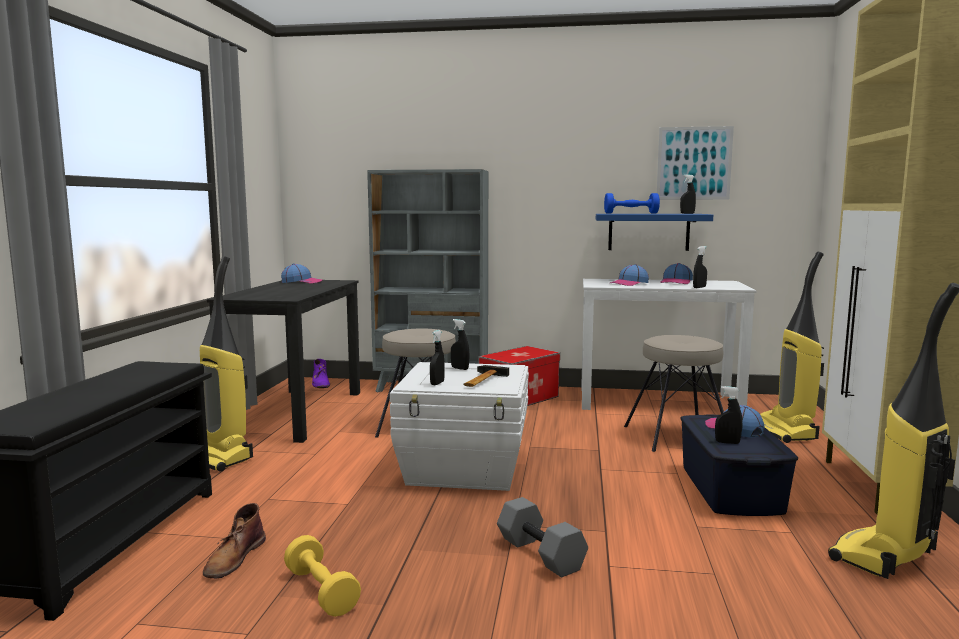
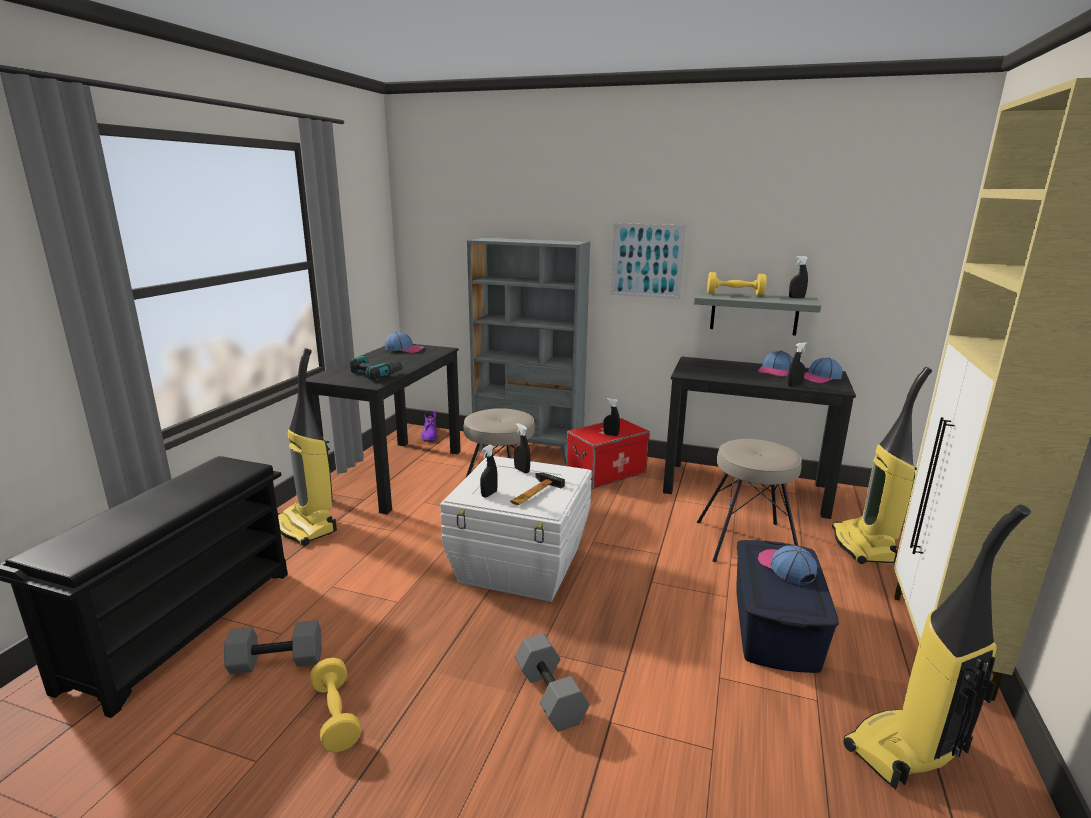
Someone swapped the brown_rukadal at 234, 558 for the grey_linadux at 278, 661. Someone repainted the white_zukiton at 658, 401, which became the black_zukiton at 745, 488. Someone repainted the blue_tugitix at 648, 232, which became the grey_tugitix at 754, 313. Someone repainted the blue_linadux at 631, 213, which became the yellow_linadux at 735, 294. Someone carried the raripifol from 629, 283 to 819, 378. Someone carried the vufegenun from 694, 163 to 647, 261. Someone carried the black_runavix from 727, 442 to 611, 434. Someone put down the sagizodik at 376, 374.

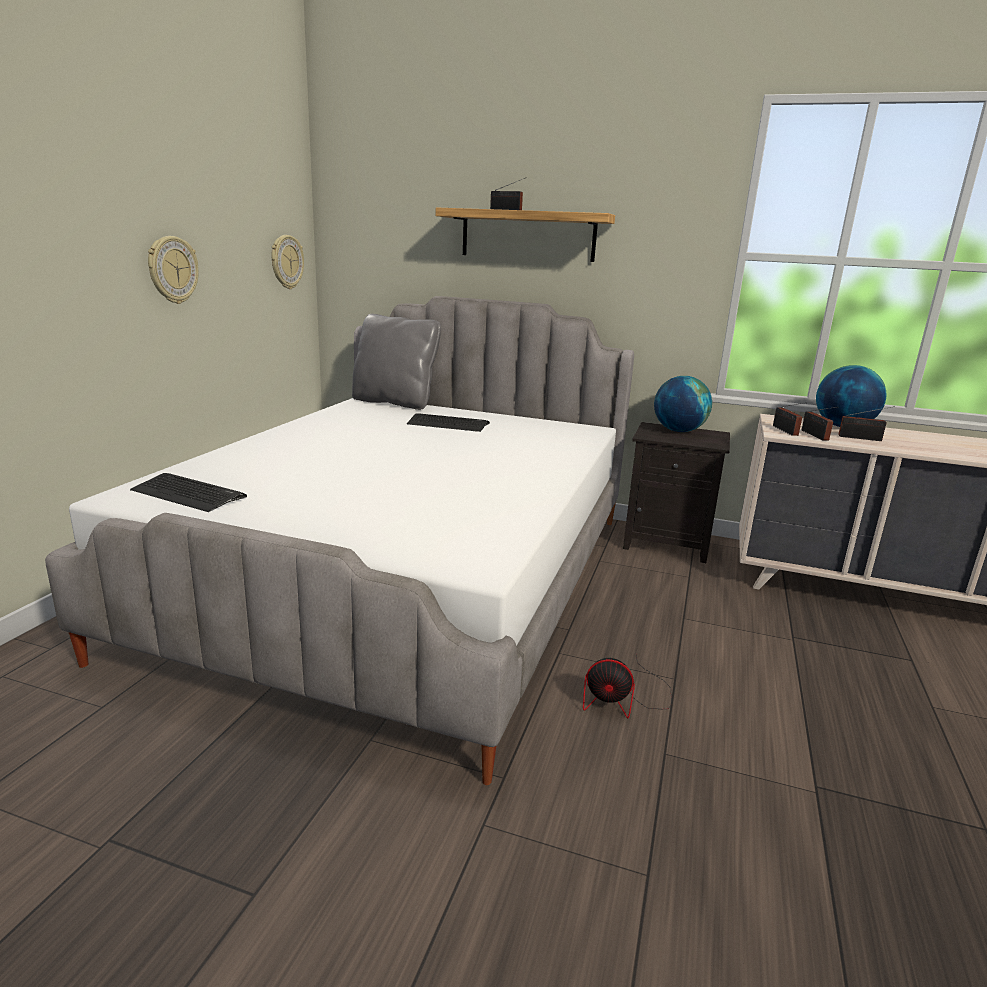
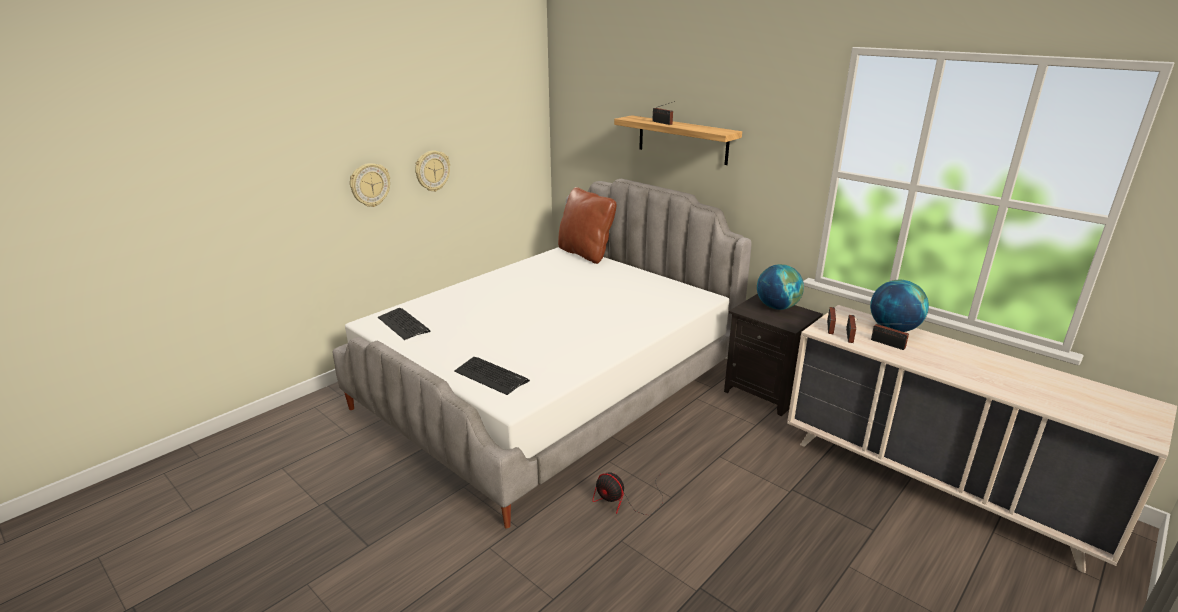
Someone carried the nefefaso from 286, 262 to 370, 185. Someone repainted the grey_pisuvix at 395, 402, which became the brown_pisuvix at 586, 254. Someone carried the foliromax from 448, 424 to 491, 376.

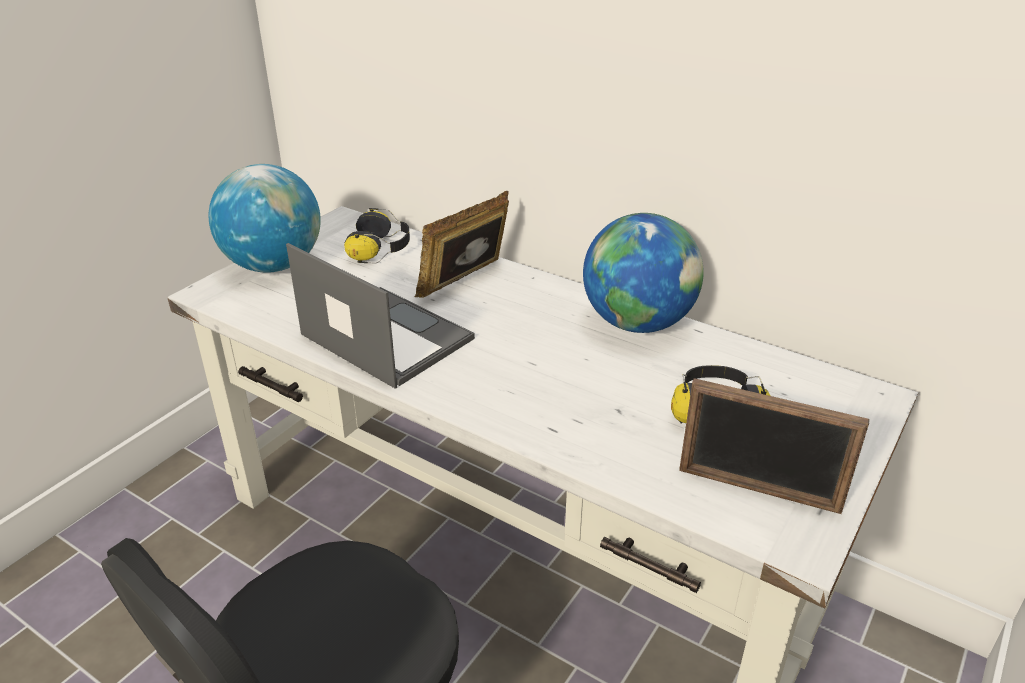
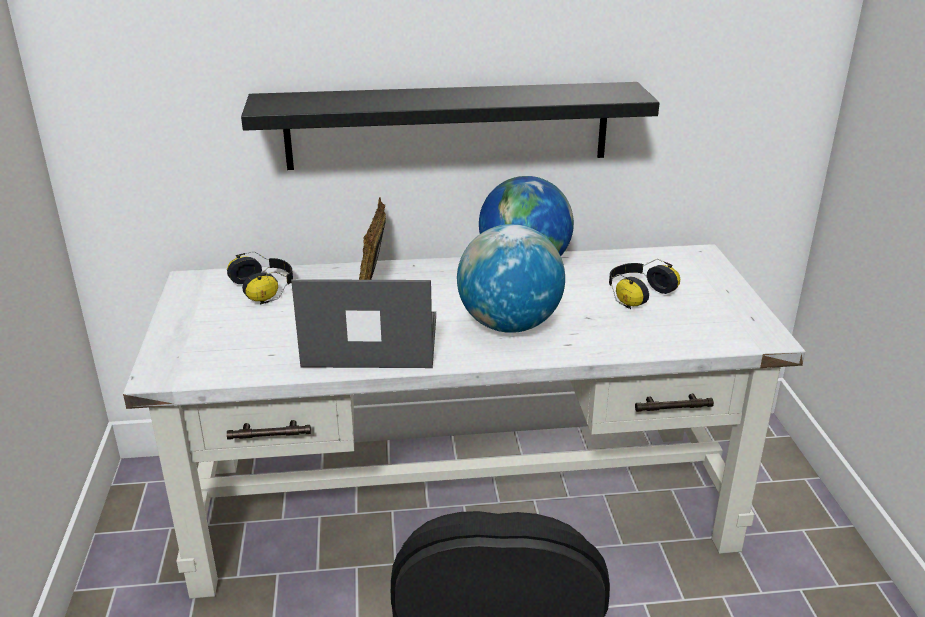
Someone carried the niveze from 273, 265 to 509, 325. Someone took away the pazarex at 758, 490. Someone put up the black_tugitix at 447, 125.

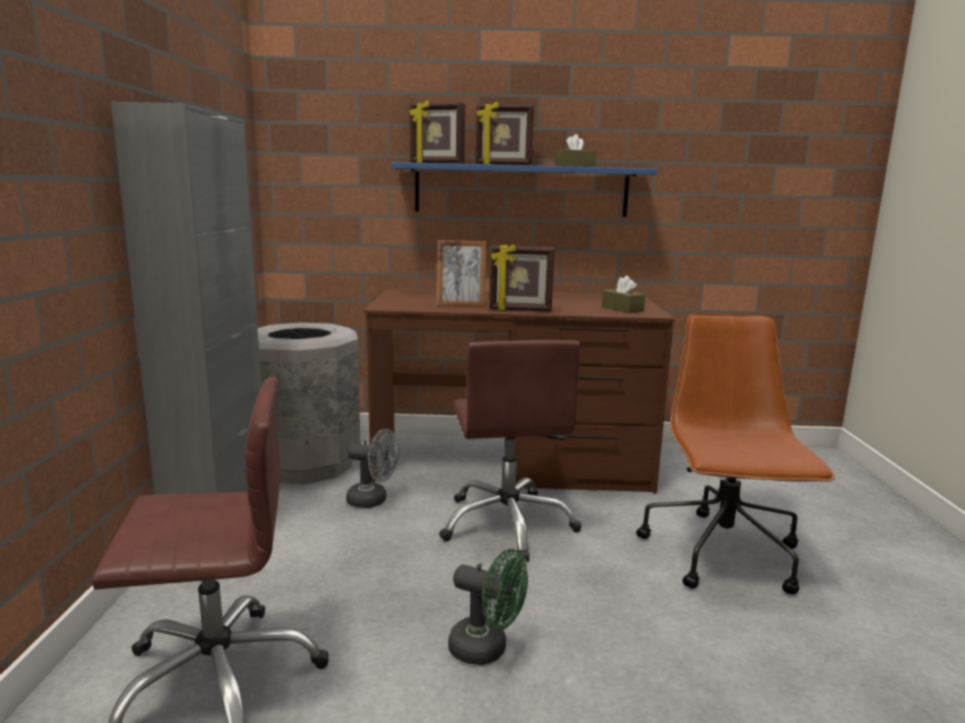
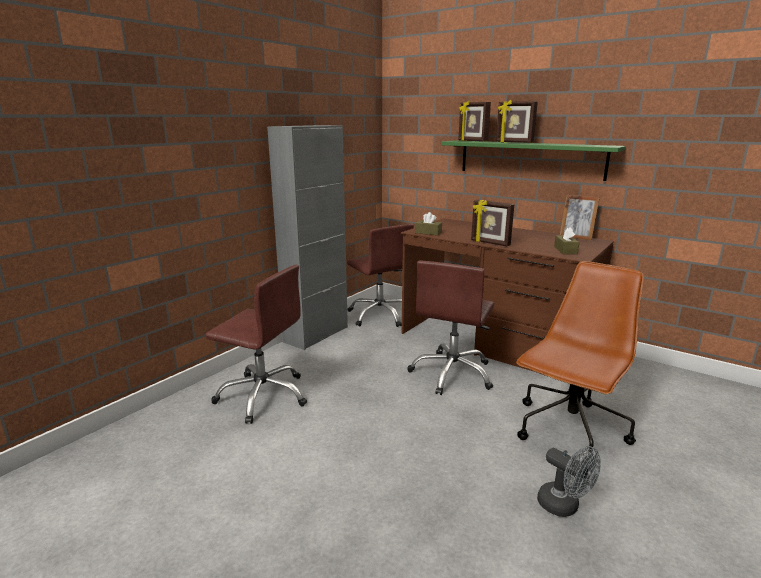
Someone swapped the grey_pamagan at 306, 464 for the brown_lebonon at 380, 315. Someone carried the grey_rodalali from 373, 500 to 564, 506. Someone repainted the blue_tugitix at 521, 190, which became the green_tugitix at 530, 159. Someone carried the pazarex from 461, 306 to 576, 237. Someone took away the green_rodalali at 487, 649. Someone carried the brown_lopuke from 574, 167 to 428, 233.

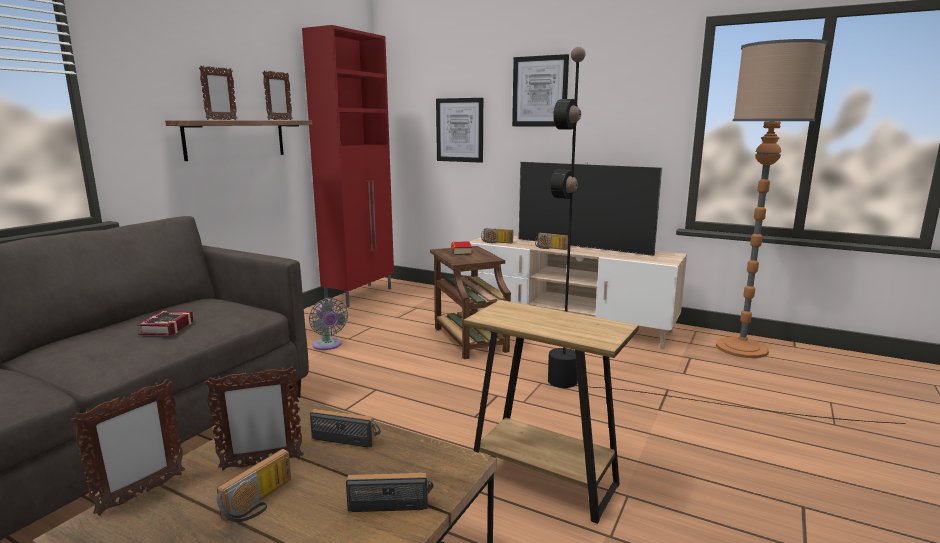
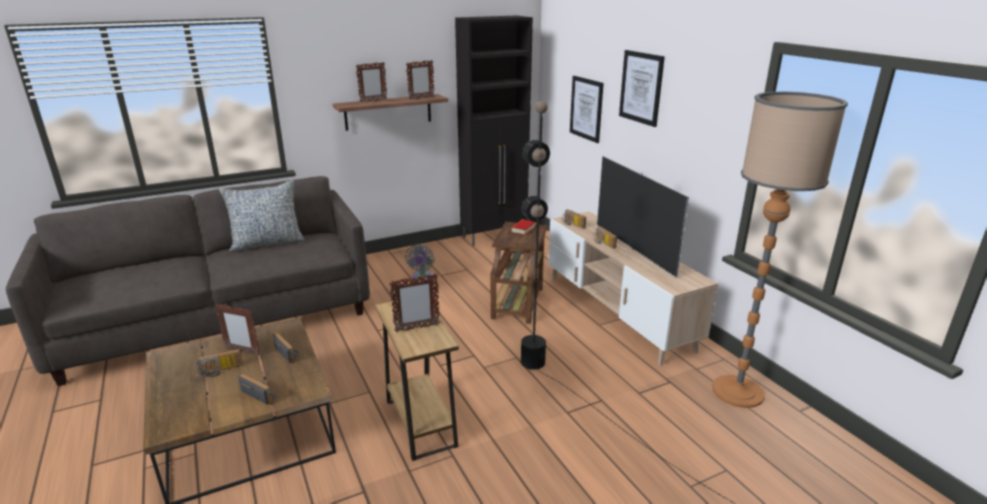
Someone carried the pazarex from 141, 494 to 416, 328. Someone took away the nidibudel at 164, 328. Someone repainted the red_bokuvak at 360, 295, which became the black_bokuvak at 494, 236. Someone put down the pisuvix at 267, 243.

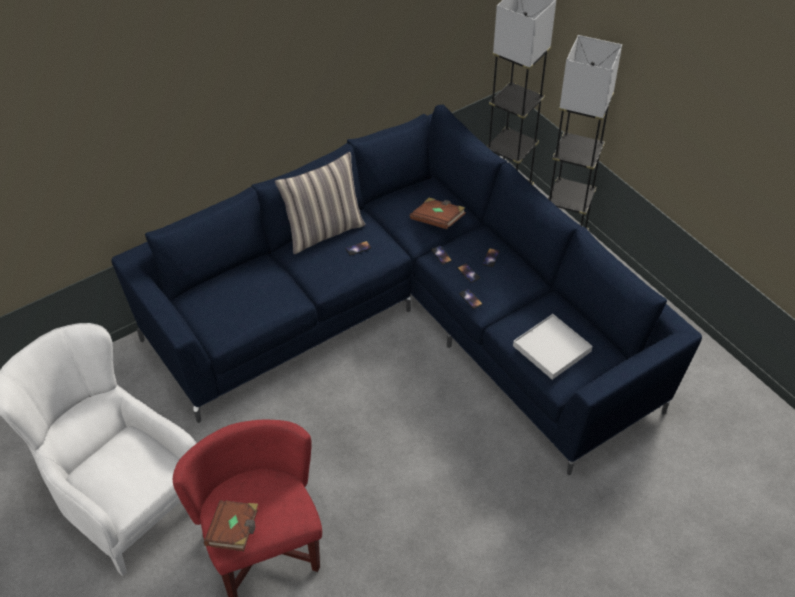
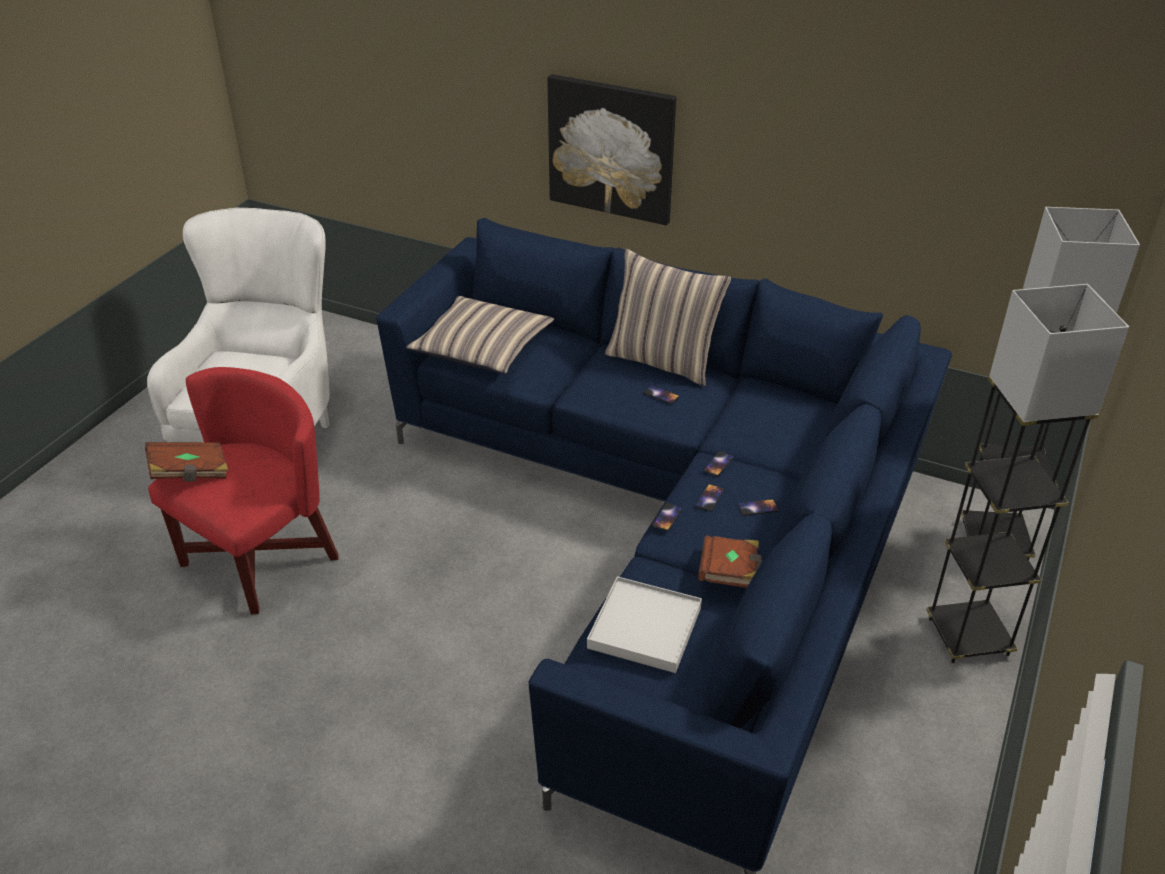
Someone carried the brown_nidibudel from 437, 220 to 729, 574. Someone put down the pisuvix at 482, 348. Someone put up the vufegenun at 611, 148.

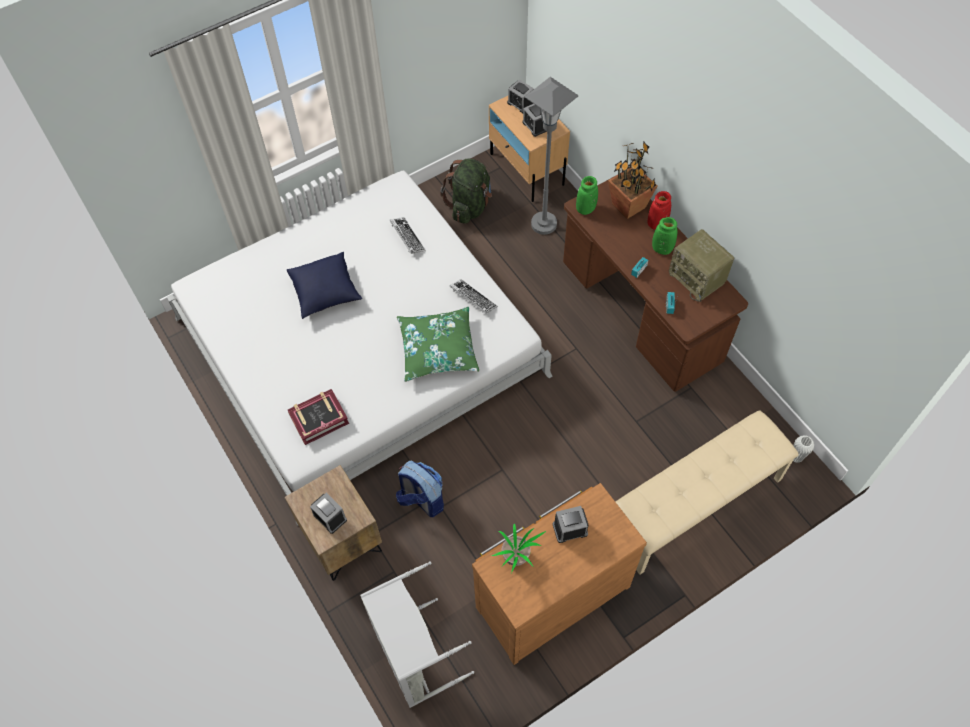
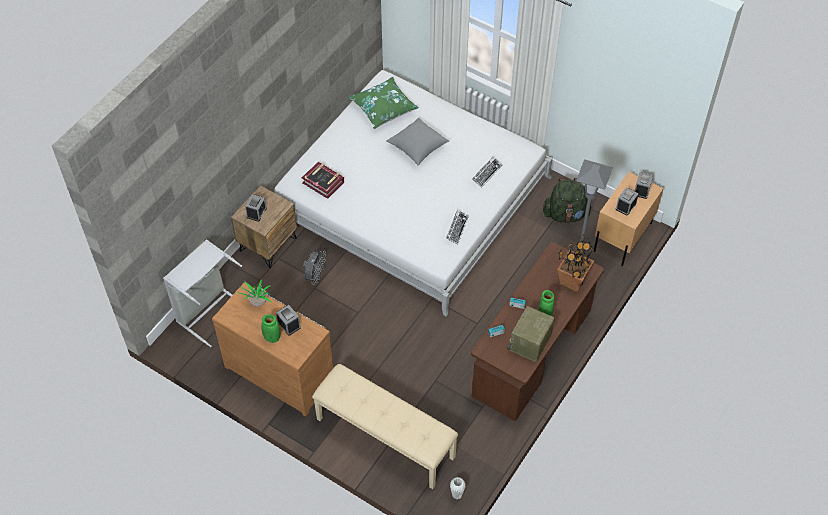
Someone repainted the blue_pisuvix at 326, 292, which became the grey_pisuvix at 418, 147. Someone swapped the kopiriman at 422, 499 for the grey_rodalali at 315, 276. Someone carried the green_pisuvix from 438, 349 to 383, 108. Someone carried the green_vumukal from 585, 209 to 272, 337. Someone took away the red_vumukal at 657, 223.

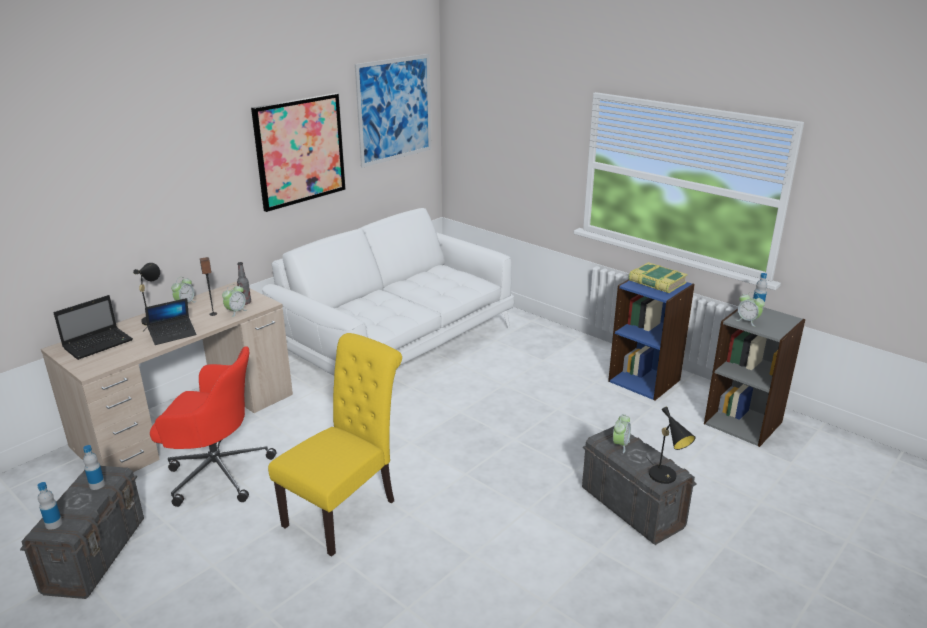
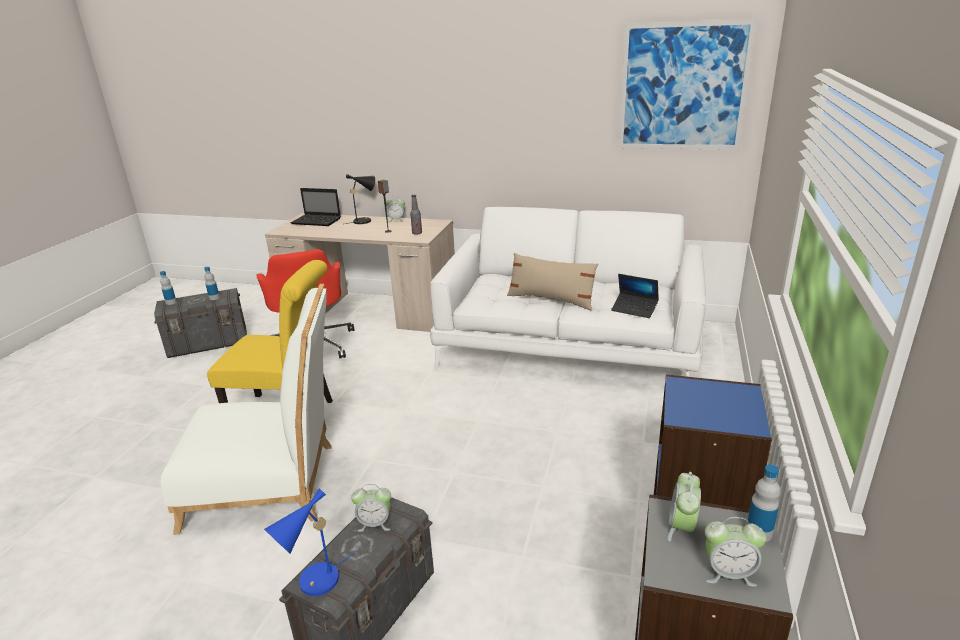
Someone carried the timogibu from 173, 335 to 634, 309. Someone carried the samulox from 236, 312 to 728, 573. Someone took away the vufegenun at 300, 151. Someone took away the nidibudel at 656, 282. Someone repainted the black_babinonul at 665, 477, which became the blue_babinonul at 314, 584. Someone put down the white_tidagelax at 271, 485. Someone put down the beige_pisuvix at 551, 300.

